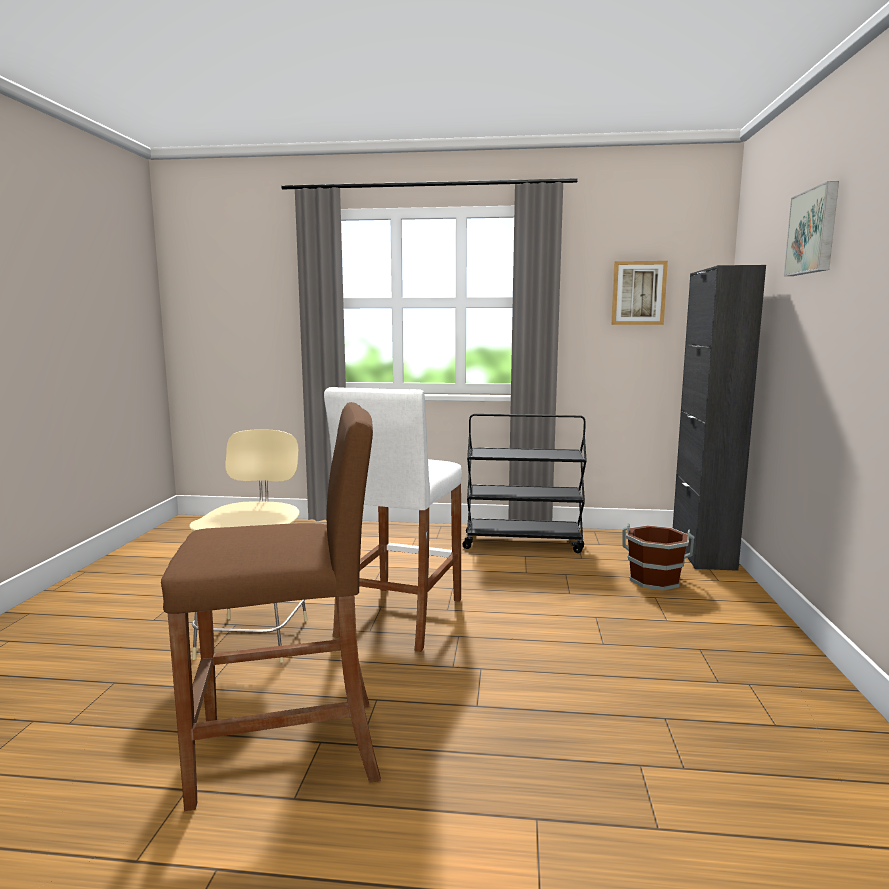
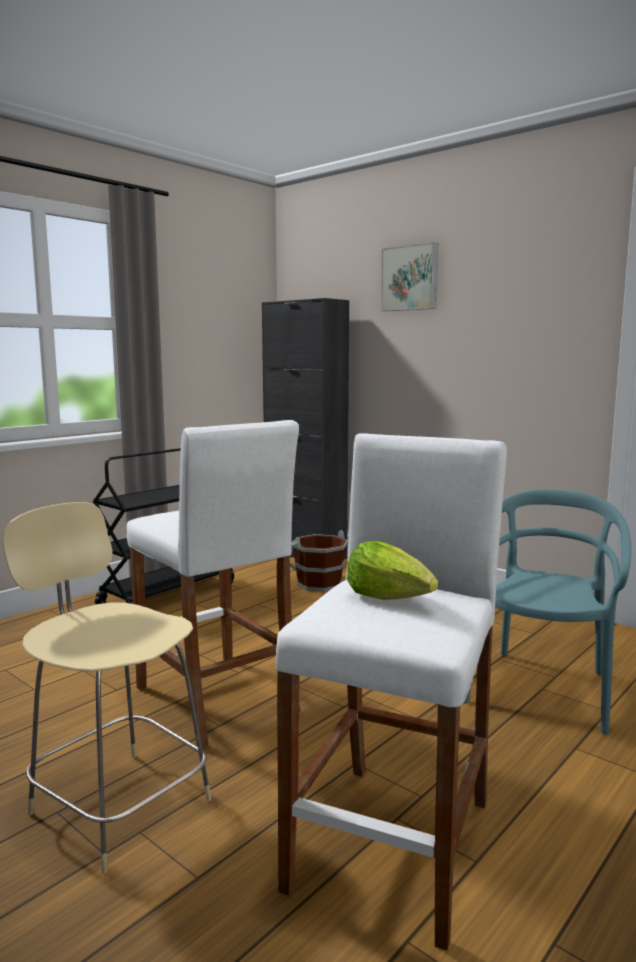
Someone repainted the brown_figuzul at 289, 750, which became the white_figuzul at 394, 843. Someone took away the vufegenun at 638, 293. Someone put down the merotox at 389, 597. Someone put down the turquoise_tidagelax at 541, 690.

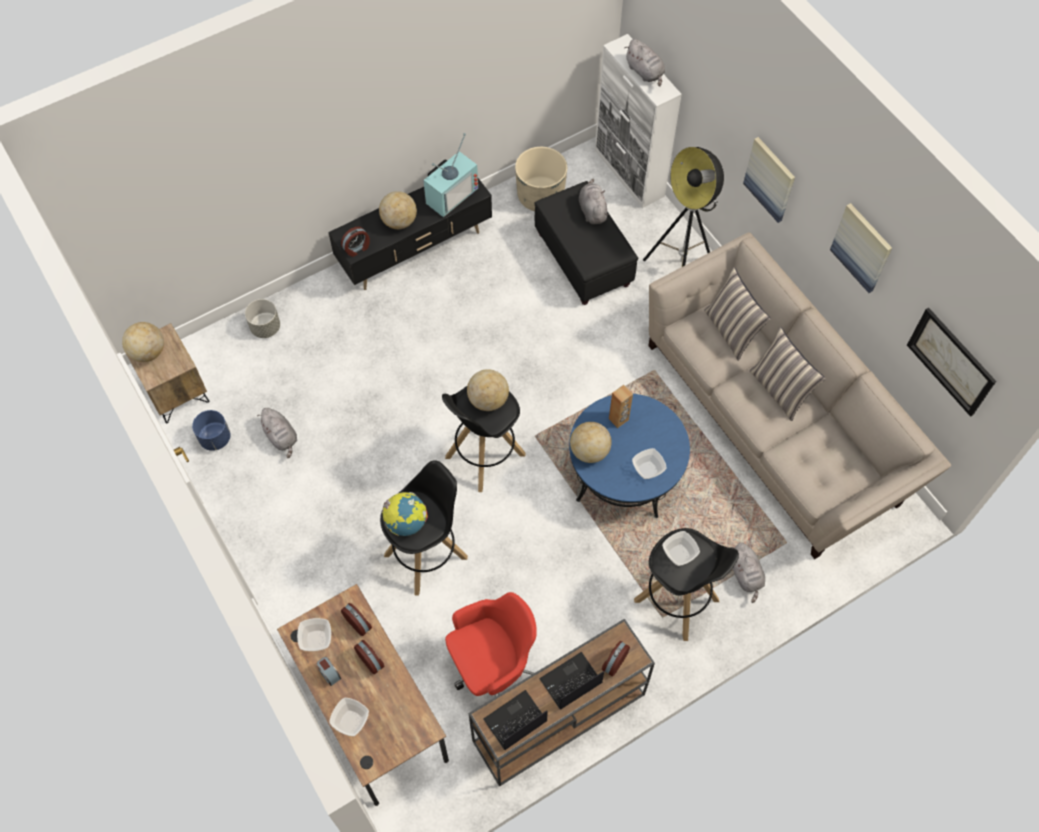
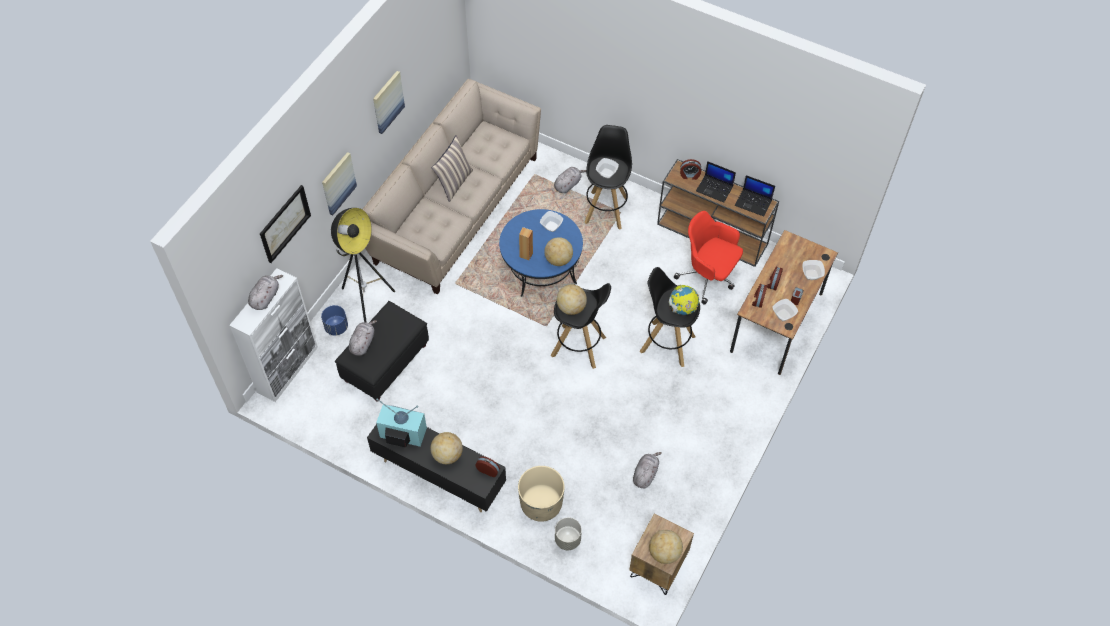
Someone carried the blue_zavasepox from 215, 438 to 336, 327. Someone carried the beige_zavasepox from 540, 196 to 541, 504. Someone rotated the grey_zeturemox at 592, 210 by 150 degrees clockwise. Someone took away the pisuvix at 731, 331. Someone carried the vufegenun from 951, 361 to 284, 223.

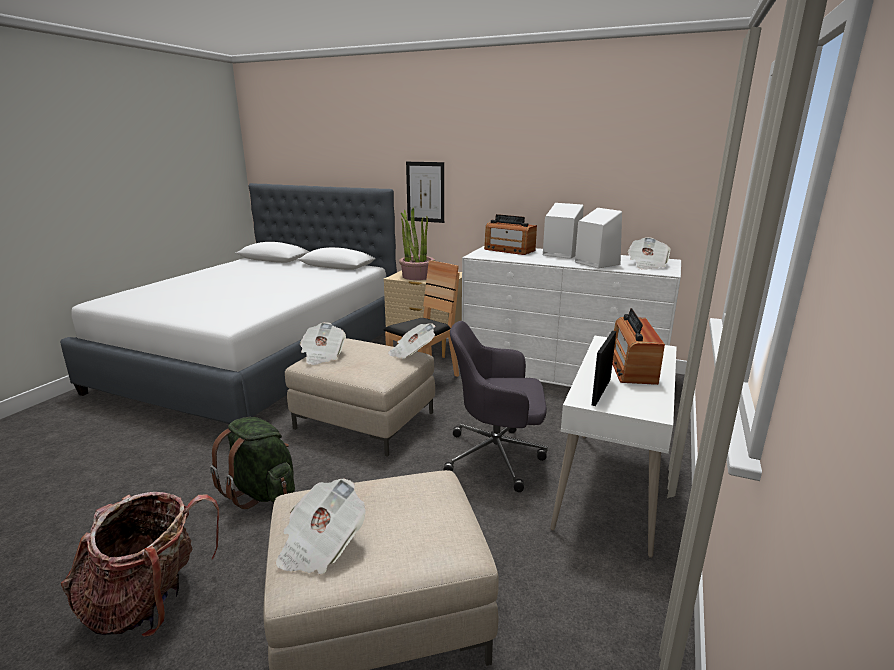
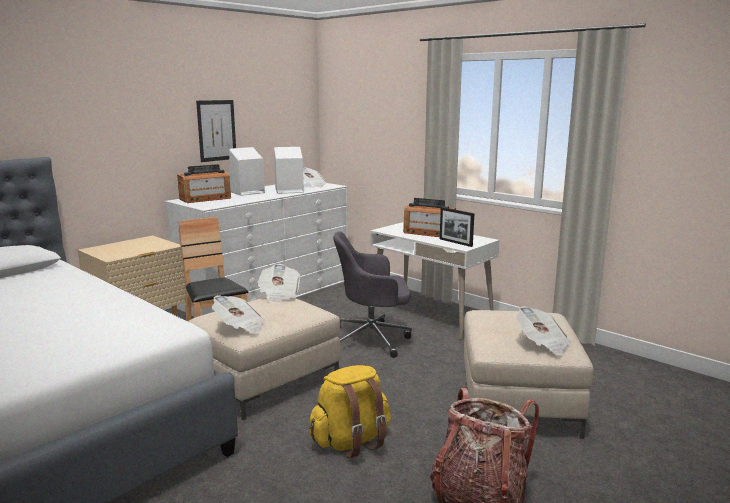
Someone repainted the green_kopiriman at 262, 492, which became the yellow_kopiriman at 351, 441. Someone took away the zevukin at 417, 276. Someone carried the vufegenun from 425, 192 to 216, 130. Someone rotated the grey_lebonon at 497, 456 by 60 degrees clockwise.

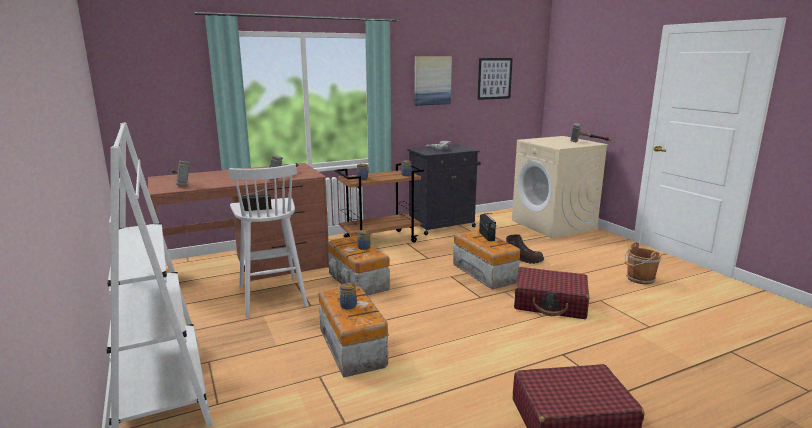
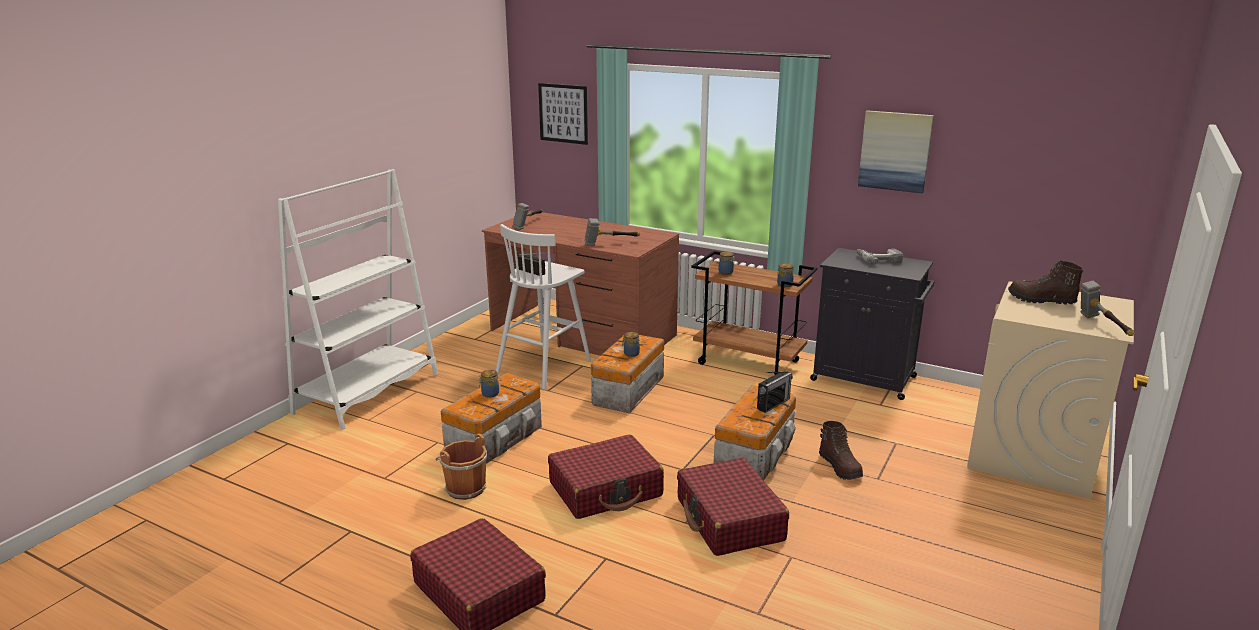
Someone carried the vufegenun from 494, 78 to 563, 113. Someone carried the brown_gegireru from 639, 279 to 464, 488. Someone put down the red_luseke at 606, 490. Someone put down the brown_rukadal at 1041, 300.

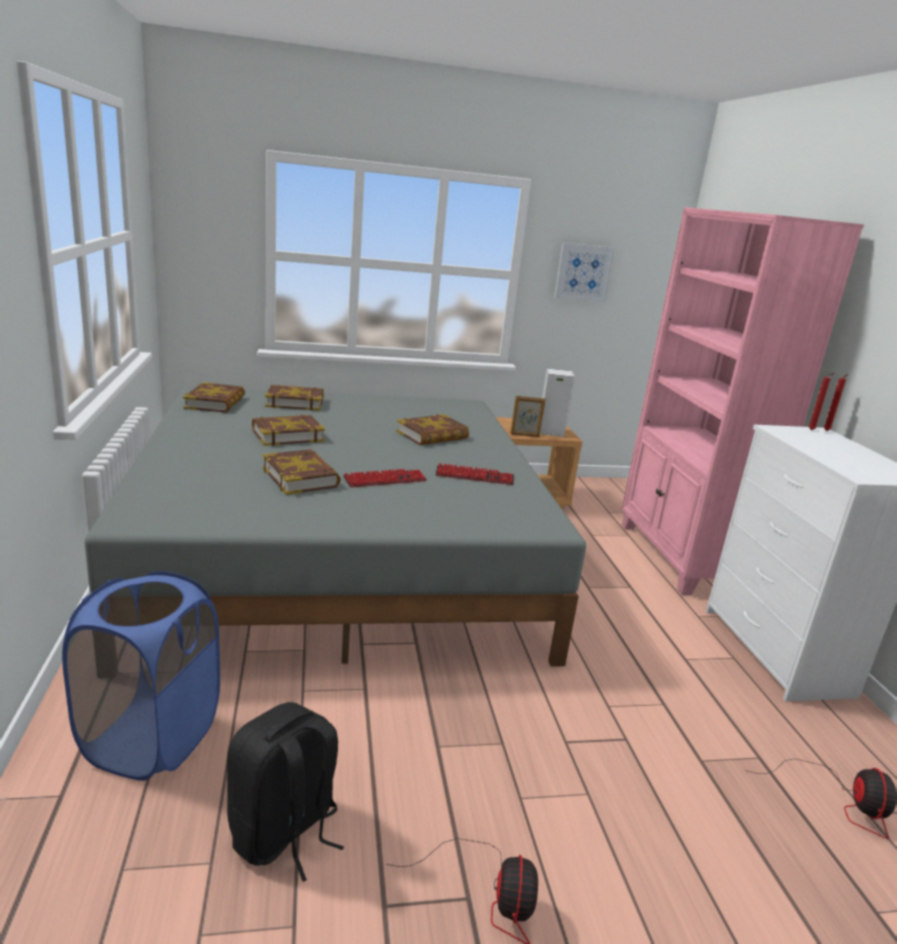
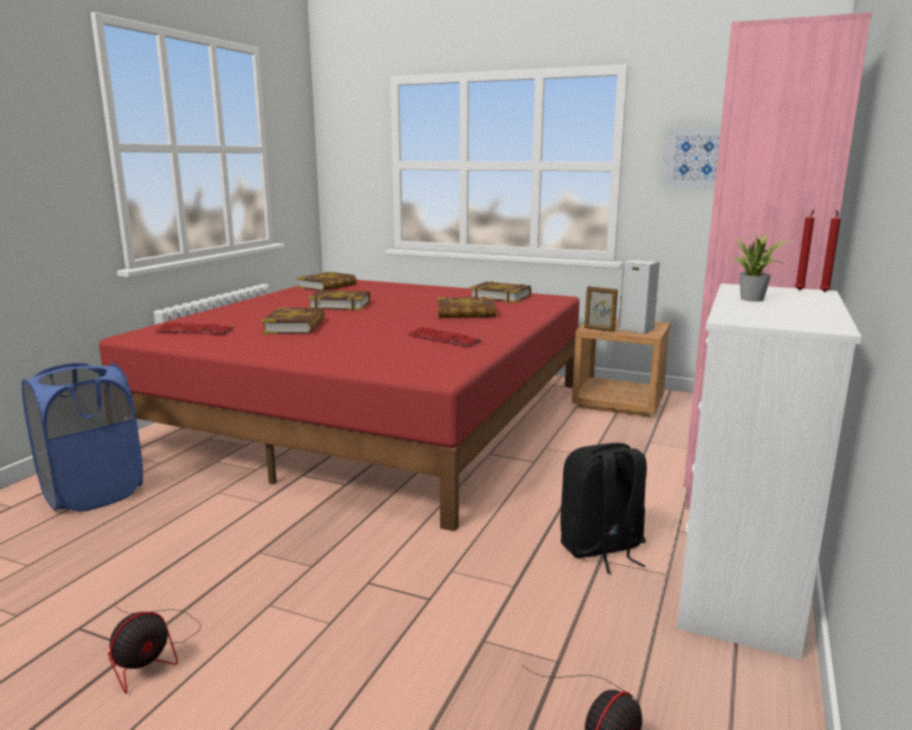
Someone repainted the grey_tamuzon at 340, 552, which became the red_tamuzon at 375, 416. Someone carried the black_kopiriman from 284, 833 to 601, 548. Someone carried the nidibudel from 295, 402 to 500, 296. Someone carried the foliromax from 385, 480 to 194, 331. Someone put down the zevukin at 755, 299.

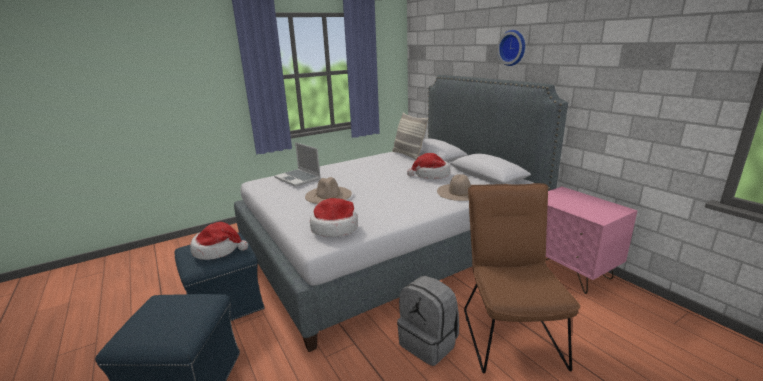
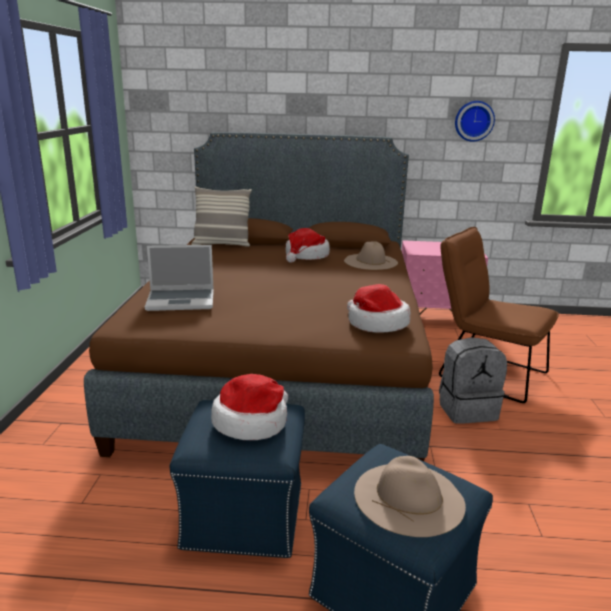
Someone repainted the grey_tamuzon at 391, 246, which became the brown_tamuzon at 282, 363. Someone carried the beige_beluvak from 328, 195 to 409, 497. Someone carried the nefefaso from 513, 48 to 474, 121.

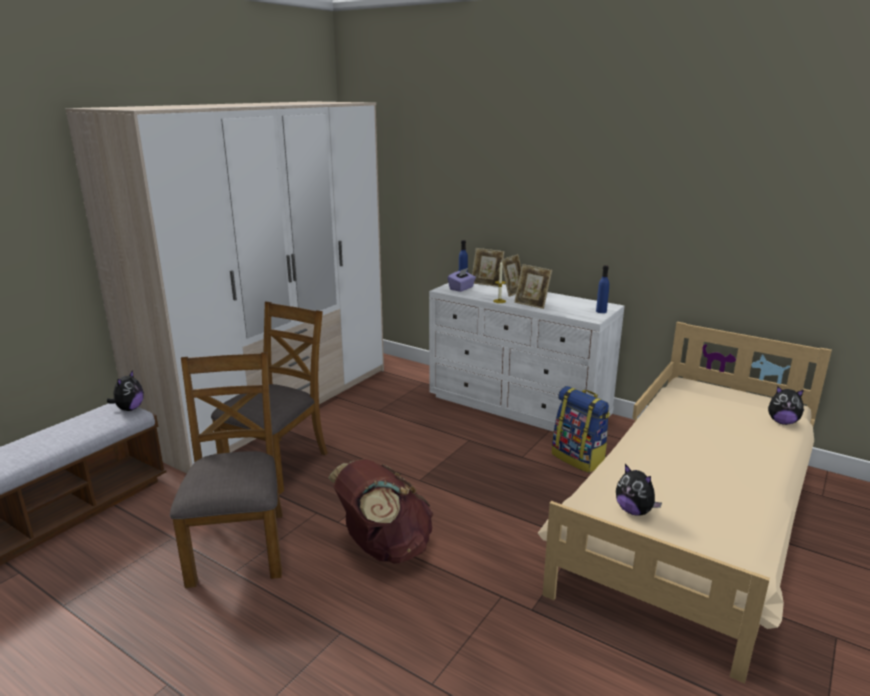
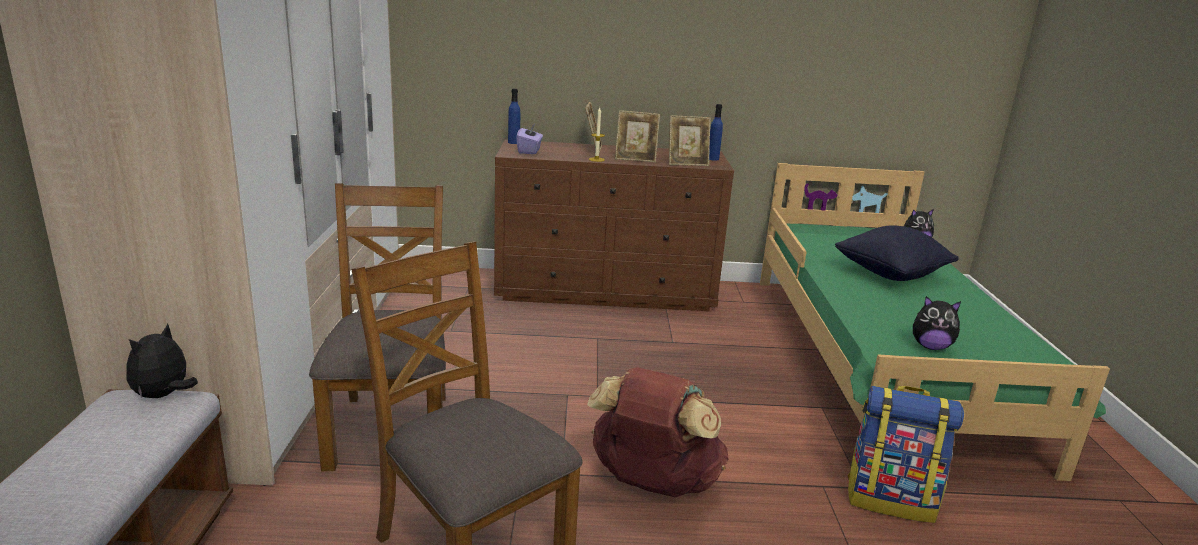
Someone rotated the zeturemox at 129, 409 by 135 degrees counterclockwise. Someone repainted the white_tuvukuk at 519, 406, which became the brown_tuvukuk at 607, 291. Someone carried the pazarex from 487, 283 to 687, 164. Someone repainted the beige_tamuzon at 693, 523, which became the green_tamuzon at 883, 361. Someone carried the kopiriman from 579, 459 to 891, 499. Someone put down the black_pisuvix at 891, 274.

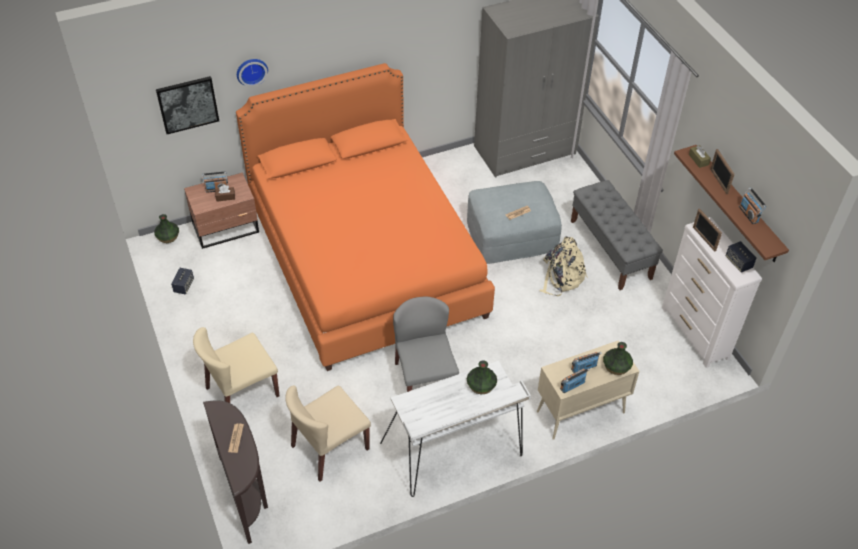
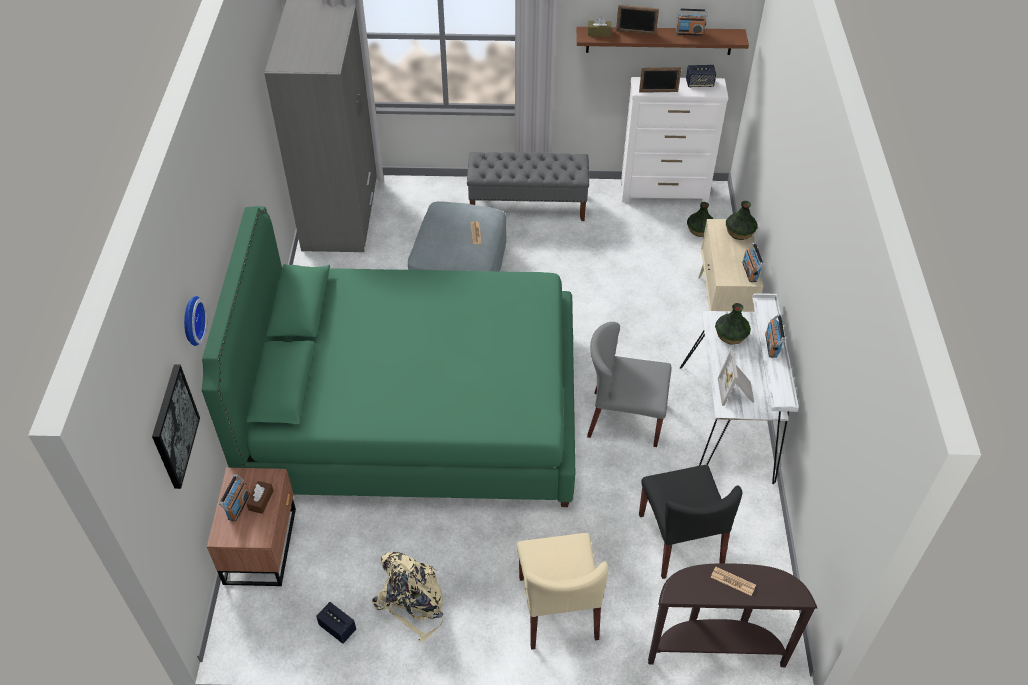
Someone carried the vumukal from 168, 237 to 700, 230. Someone repainted the orange_tamuzon at 365, 260, which became the green_tamuzon at 415, 412. Someone repainted the beige_tidagelax at 329, 448, which became the black_tidagelax at 681, 540. Someone carried the beige_kopiriman from 561, 277 to 412, 602. Someone carried the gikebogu from 584, 367 to 771, 345. Someone put down the pazarex at 736, 391.

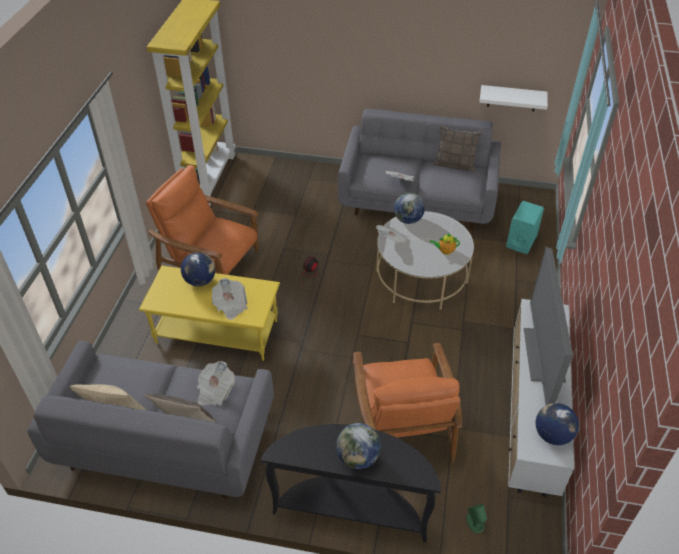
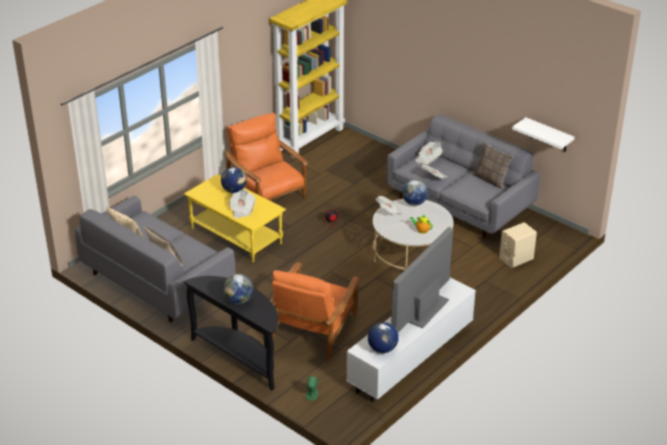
Someone carried the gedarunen from 215, 391 to 428, 159. Someone repainted the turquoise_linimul at 521, 241, which became the beige_linimul at 516, 259.

